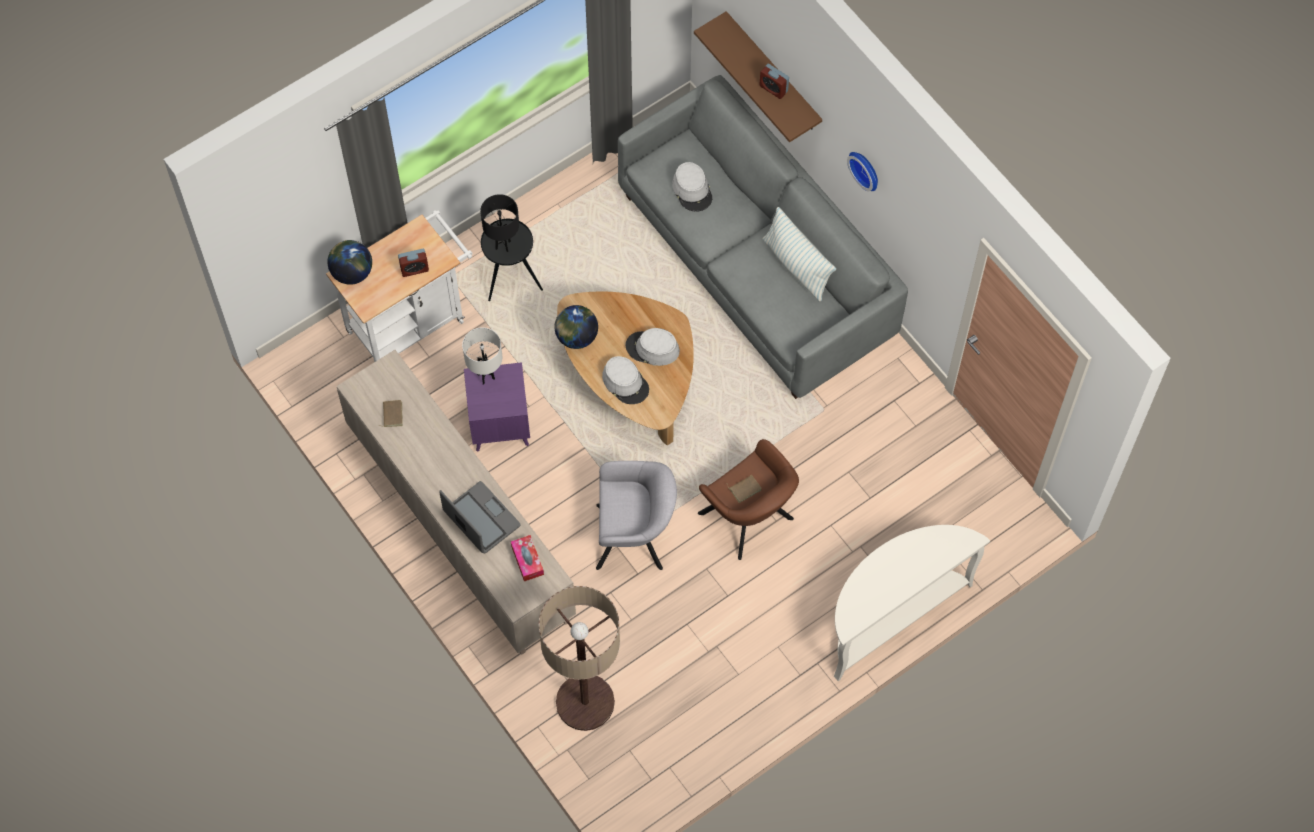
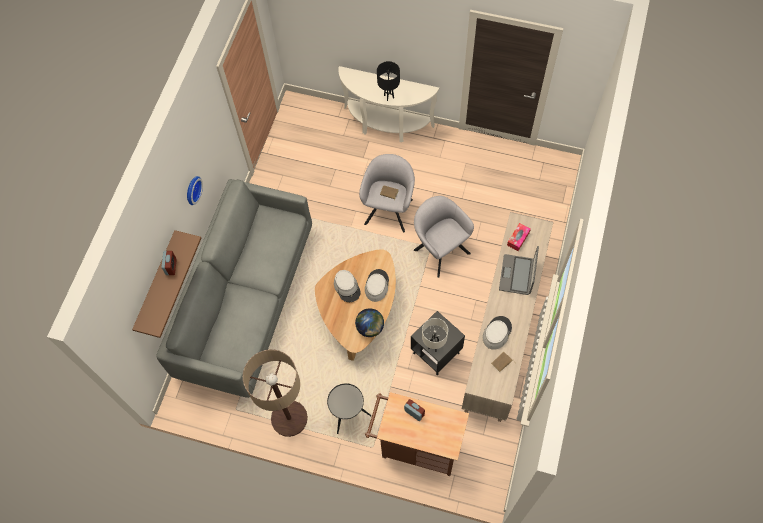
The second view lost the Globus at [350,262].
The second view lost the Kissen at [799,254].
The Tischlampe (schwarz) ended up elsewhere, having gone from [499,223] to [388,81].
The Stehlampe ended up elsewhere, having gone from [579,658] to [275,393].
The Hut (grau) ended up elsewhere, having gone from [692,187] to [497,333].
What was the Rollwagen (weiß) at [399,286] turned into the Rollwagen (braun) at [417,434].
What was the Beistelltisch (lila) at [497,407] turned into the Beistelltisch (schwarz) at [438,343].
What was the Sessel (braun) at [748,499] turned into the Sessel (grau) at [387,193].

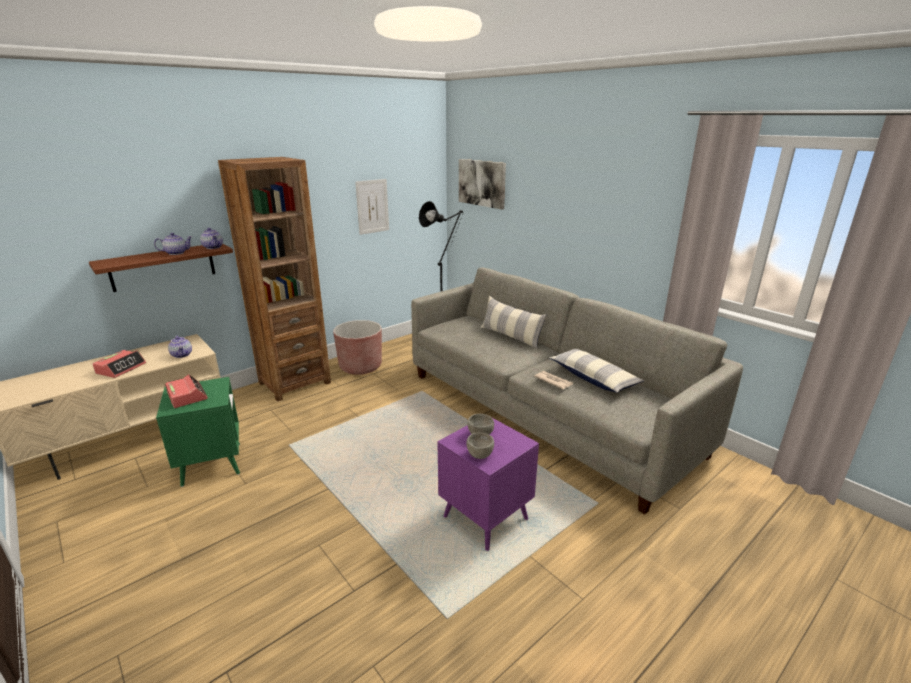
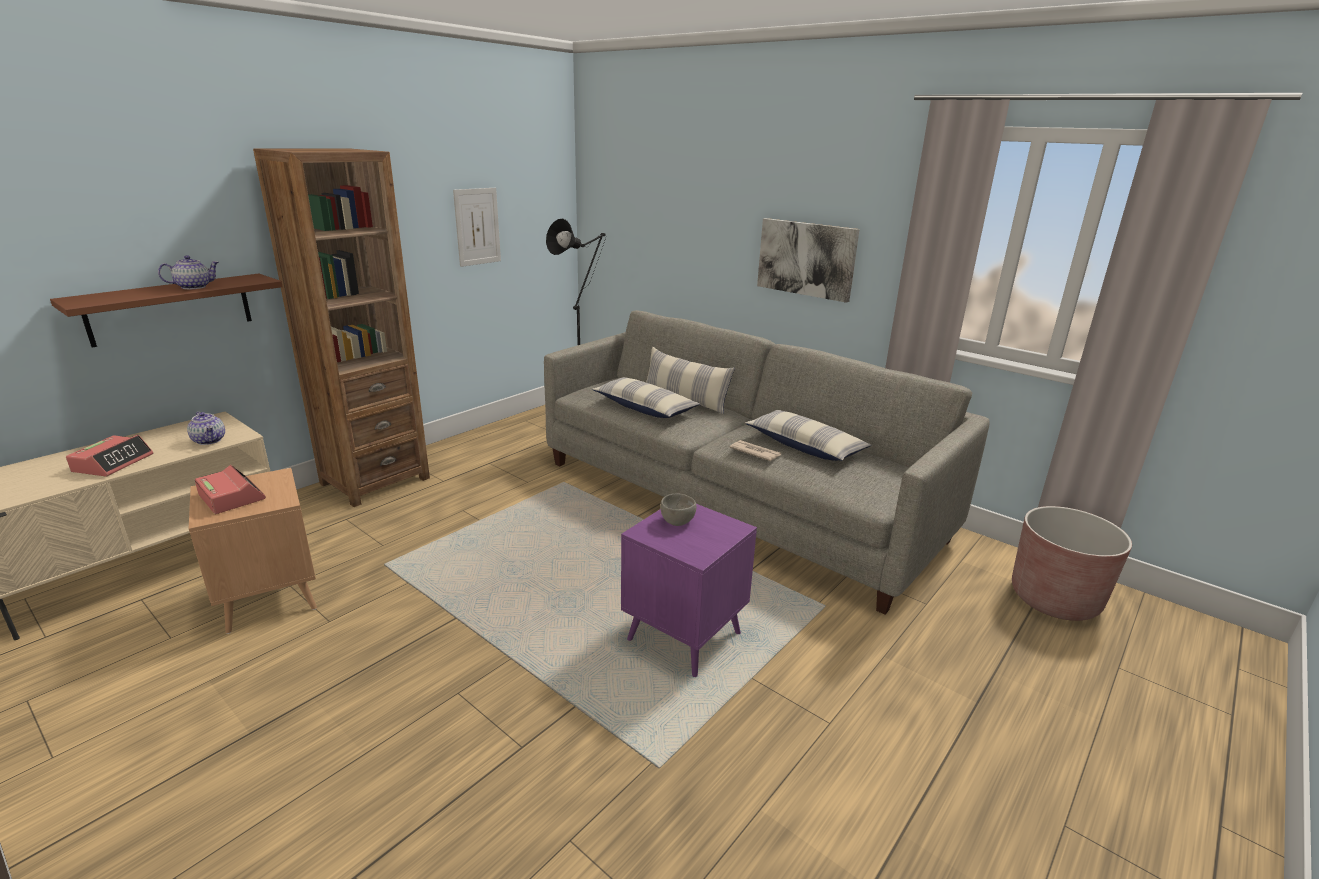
The second view lost the Teekanne at [211,238].
The second view lost the Schüssel (grau) at [480,446].
The second view gained the Kissen at [646,397].
The Pflanzkübel (braun) ended up elsewhere, having gone from [357,347] to [1072,563].
The Bild ended up elsewhere, having gone from [482,184] to [808,260].
What was the Beistelltisch (grün) at [198,432] turned into the Beistelltisch (braun) at [253,551].

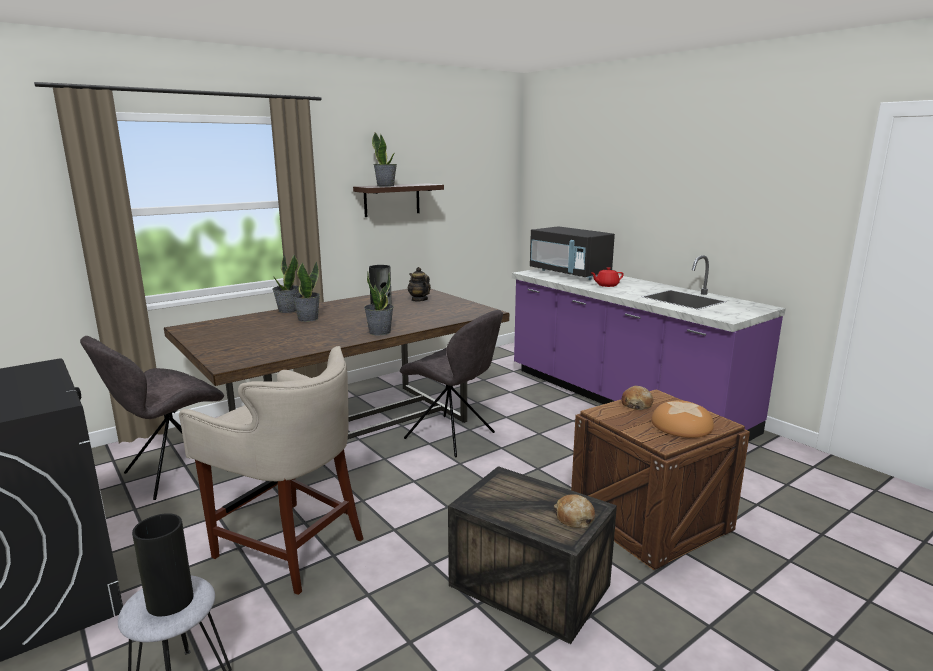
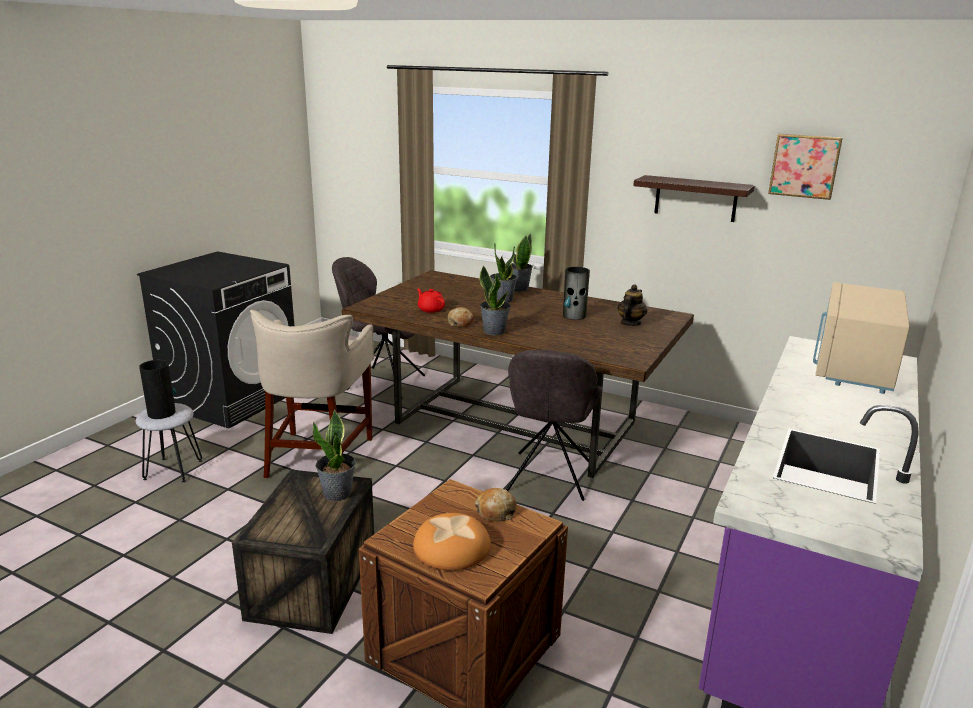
The second view gained the Bild at [805,167].
The Topfpflanze ended up elsewhere, having gone from [384,160] to [334,455].
The Brot ended up elsewhere, having gone from [574,511] to [460,317].
The Teekanne (rot) ended up elsewhere, having gone from [607,277] to [431,300].
What was the Mikrowelle (schwarz) at [572,253] turned into the Mikrowelle (beige) at [861,338].

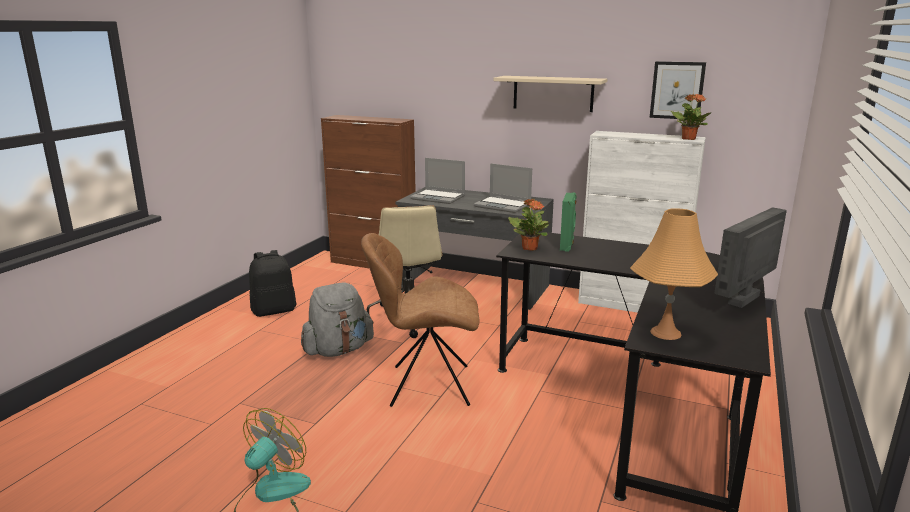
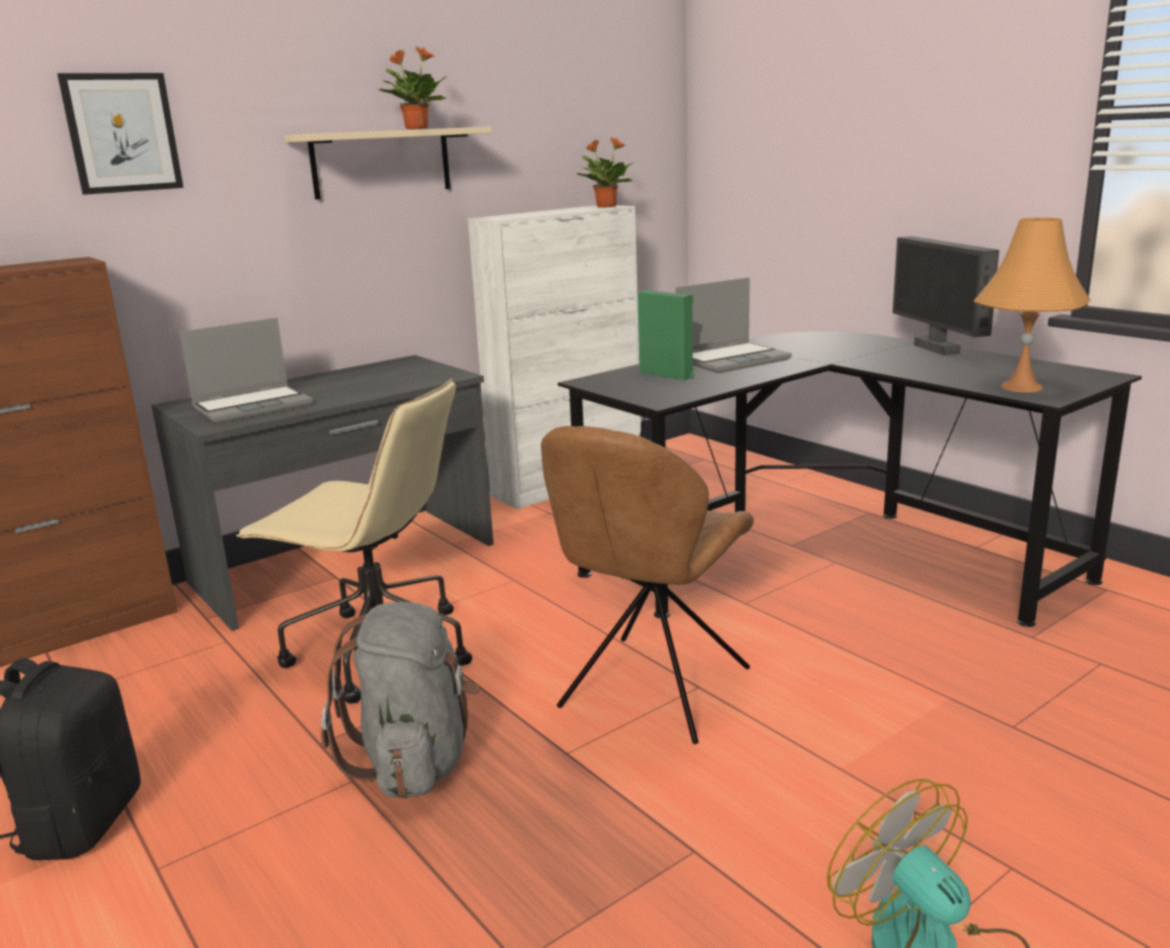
The Laptop ended up elsewhere, having gone from [503,188] to [733,325].
The Topfpflanze ended up elsewhere, having gone from [529,224] to [412,88].
The Bild ended up elsewhere, having gone from [678,90] to [120,134].

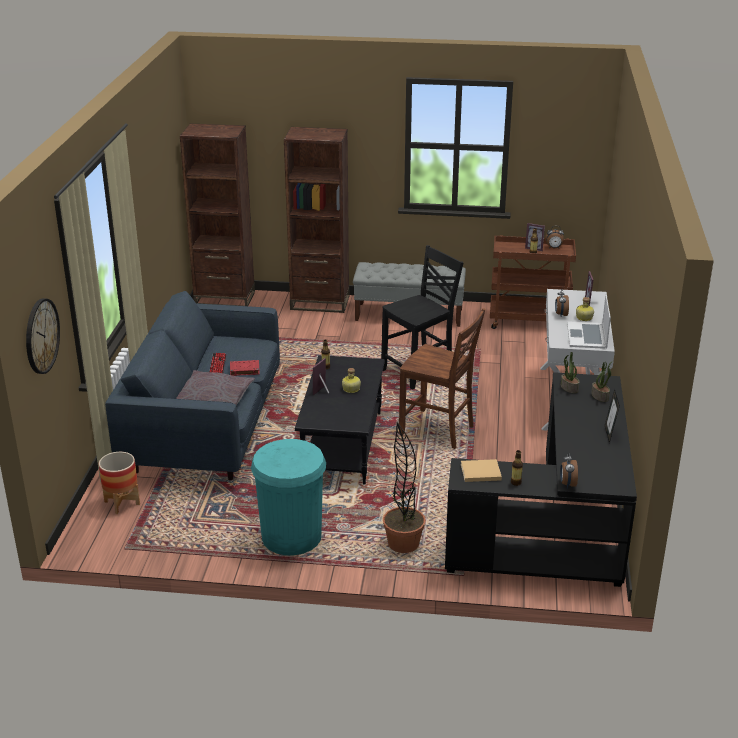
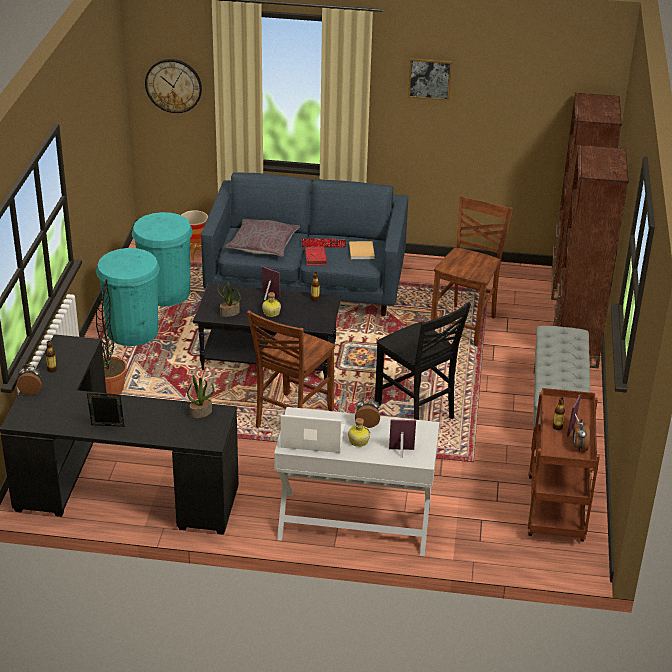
The second view gained the Mülleimer (türkis) at [162,259].
The second view gained the Bild at [430,79].
The second view gained the Stuhl (braun) at [471,270].
The Buch (beige) ended up elsewhere, having gone from [481,470] to [362,250].
The Topfpflanze ended up elsewhere, having gone from [602,381] to [229,299].

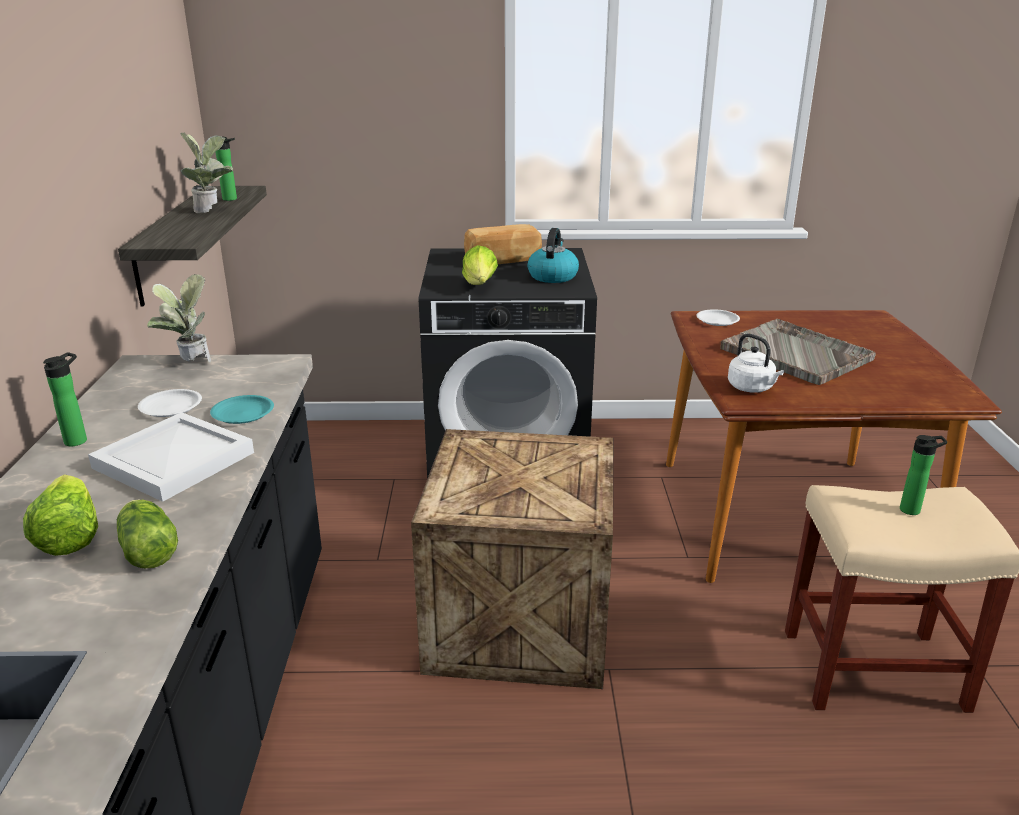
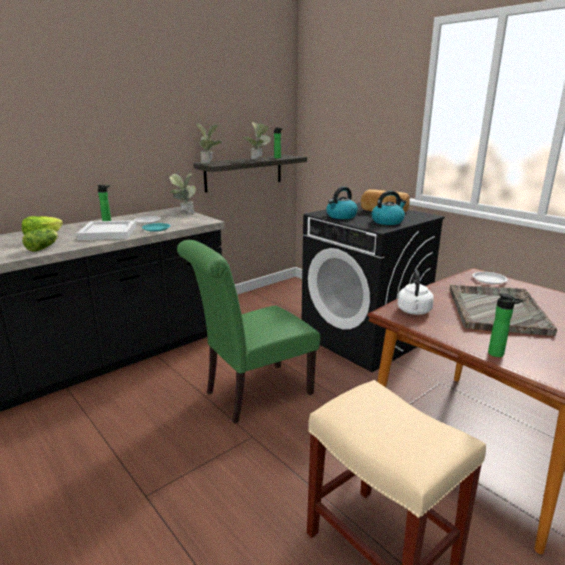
The second view gained the Topfpflanze at [209,143].
The Flasche ended up elsewhere, having gone from [923,475] to [505,325].
Where the Kiste stood at [512,559], the Stuhl (grün) came to stand at [248,332].
Where the Salatkopf stood at [480,265], the Wasserkessel came to stand at [342,203].

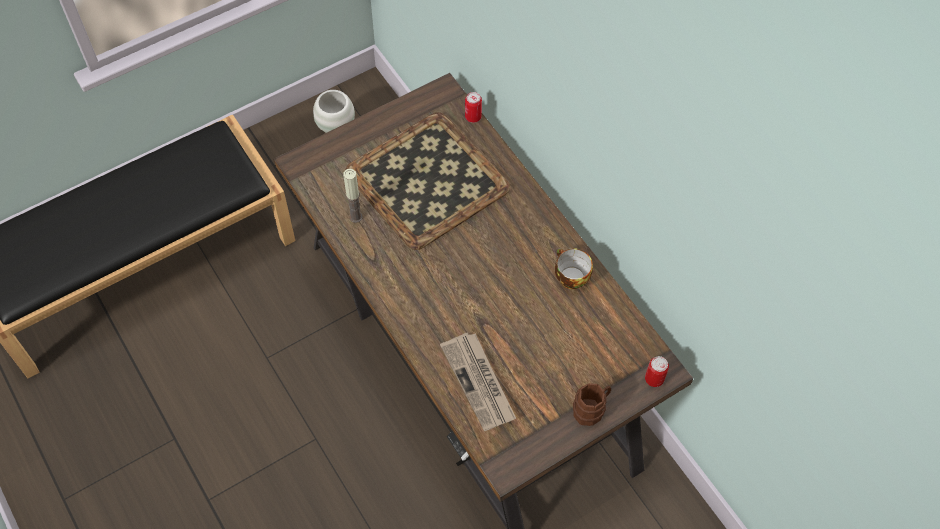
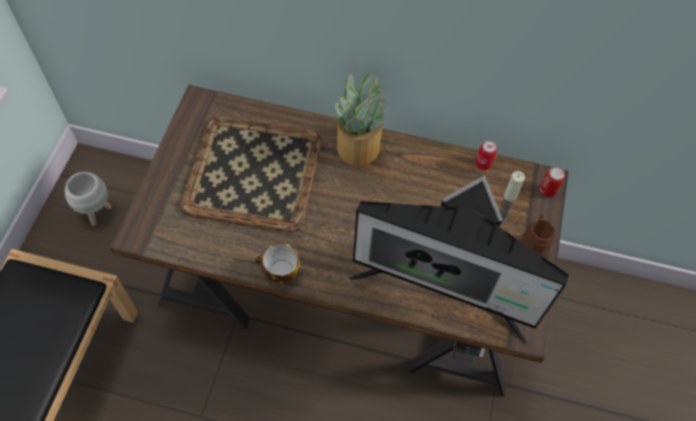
The second view gained the Topfpflanze at [360,119].
The Kerze ended up elsewhere, having gone from [353,196] to [512,197].
The Dose ended up elsewhere, having gone from [473,107] to [486,155].
The Tasse ended up elsewhere, having gone from [574,268] to [277,263].
Where the Zeitung stood at [478,382], the Monitor came to stand at [459,260].

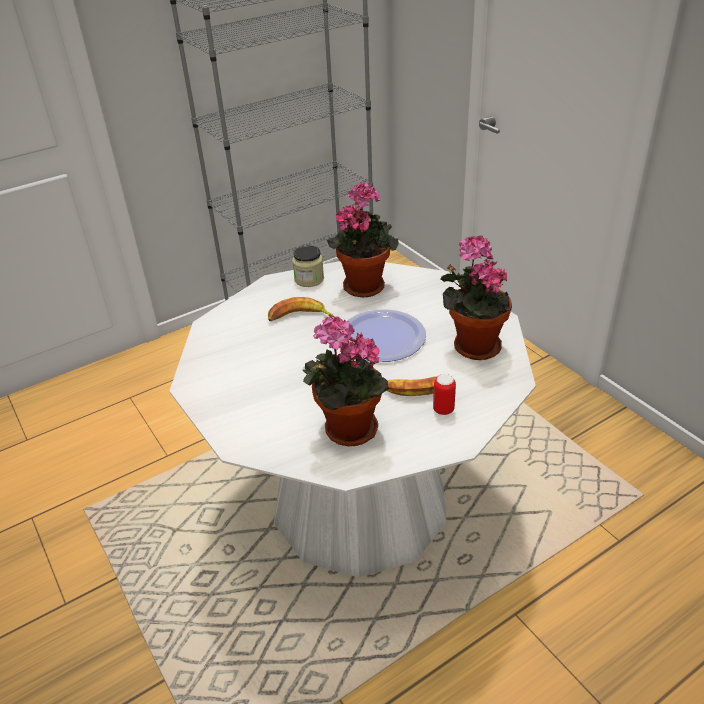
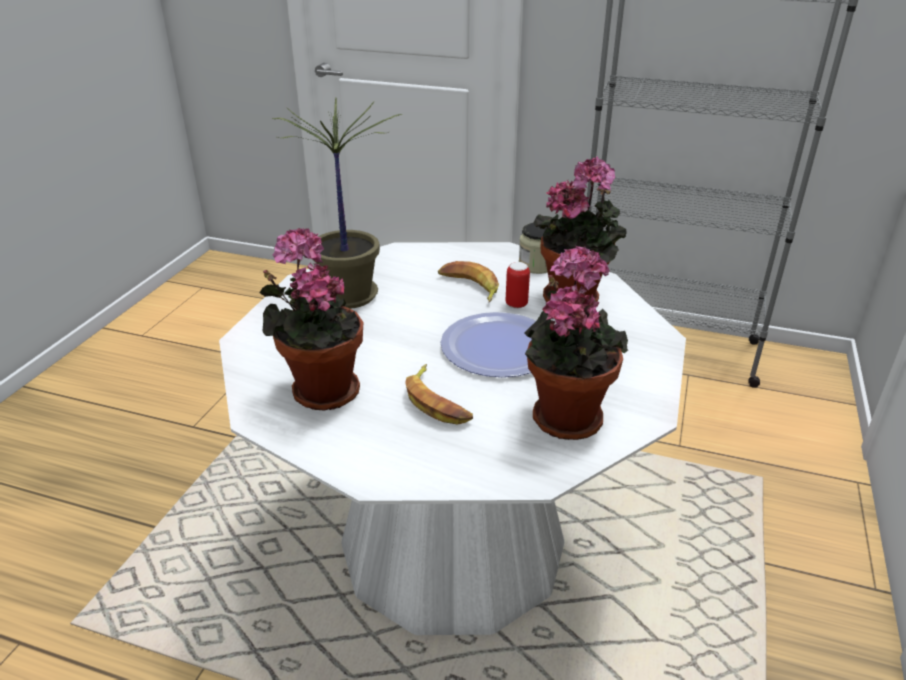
The second view gained the Topfpflanze at [337,203].
The Dose ended up elsewhere, having gone from [444,394] to [518,285].

